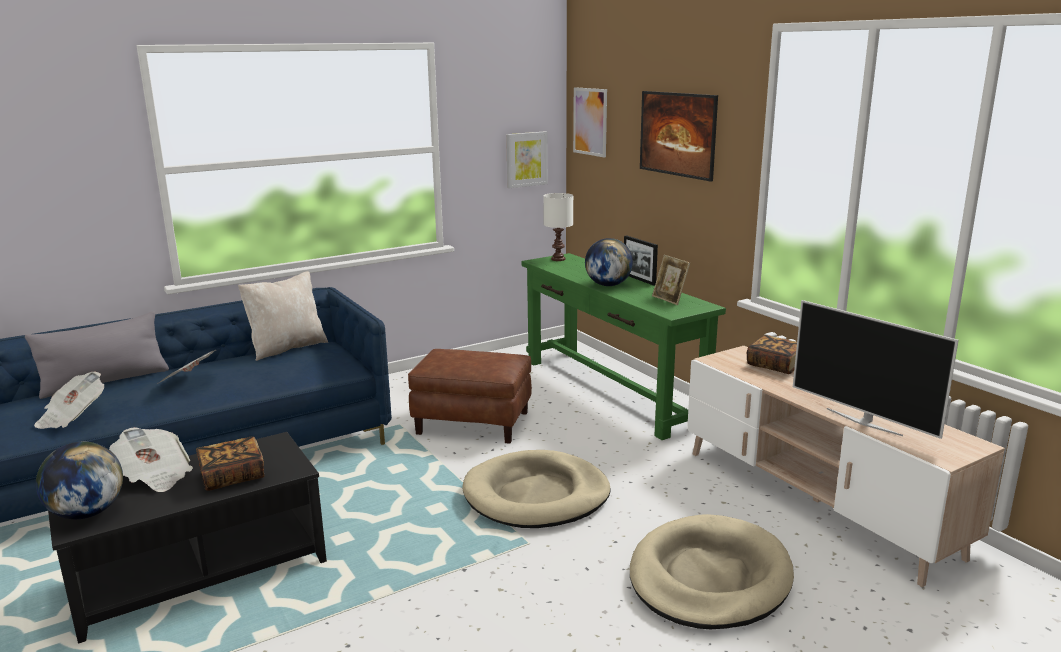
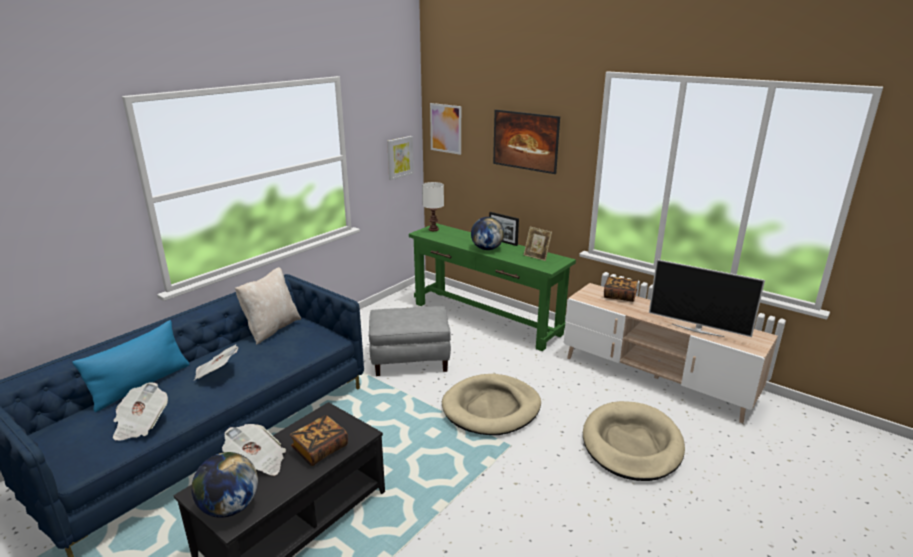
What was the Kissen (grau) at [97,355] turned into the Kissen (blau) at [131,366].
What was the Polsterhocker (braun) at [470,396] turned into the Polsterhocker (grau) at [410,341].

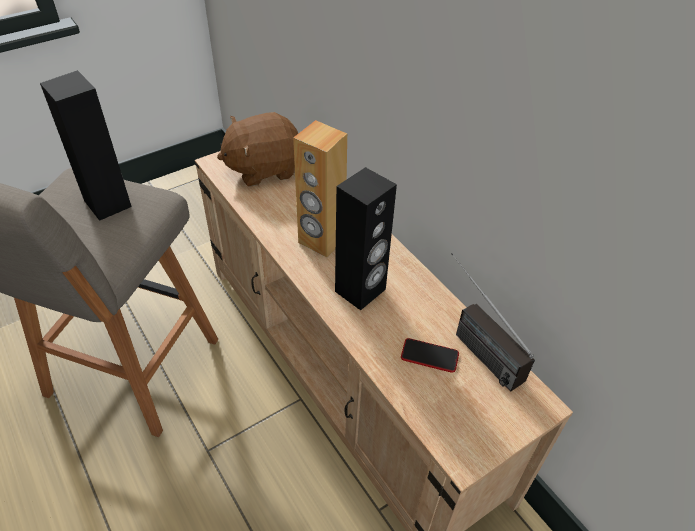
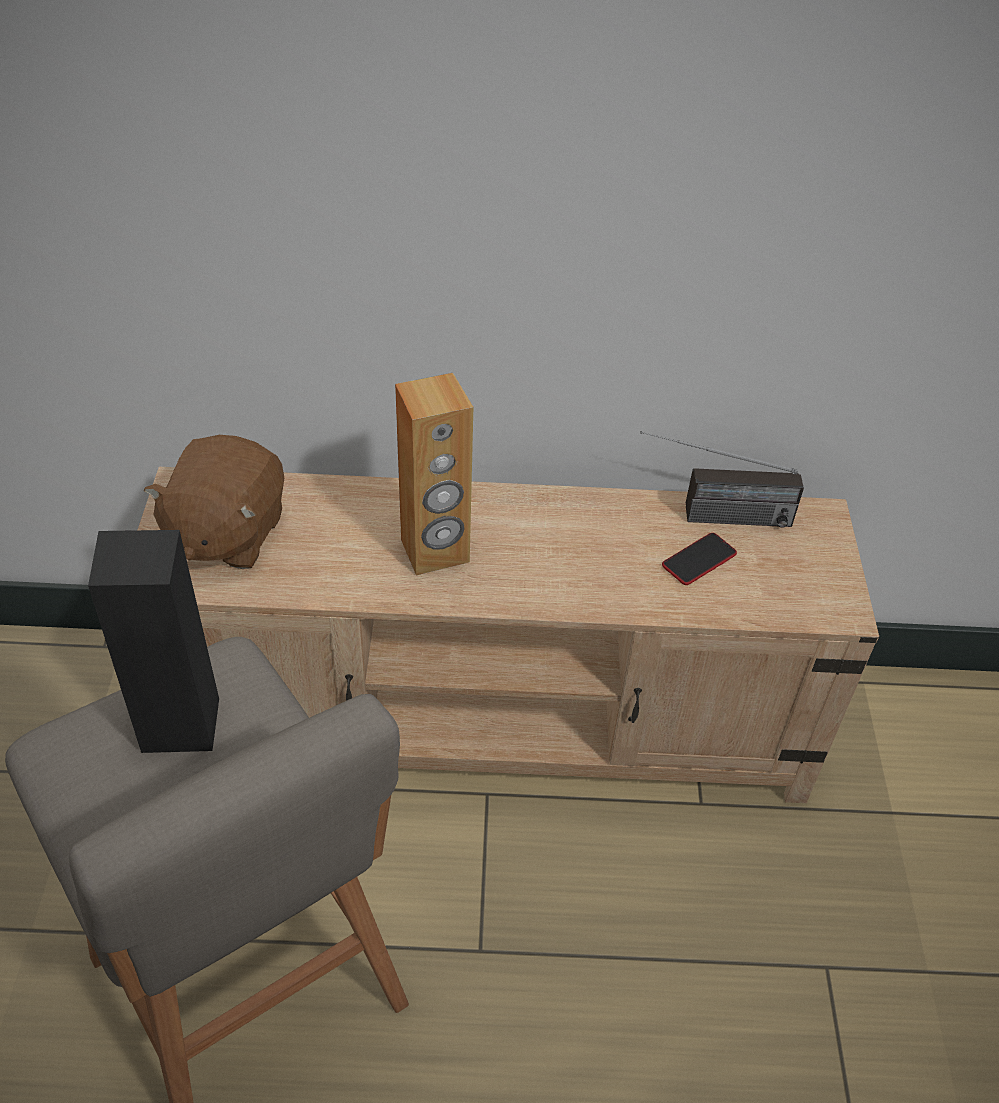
The second view lost the Lautsprecher (schwarz) at [366,238].

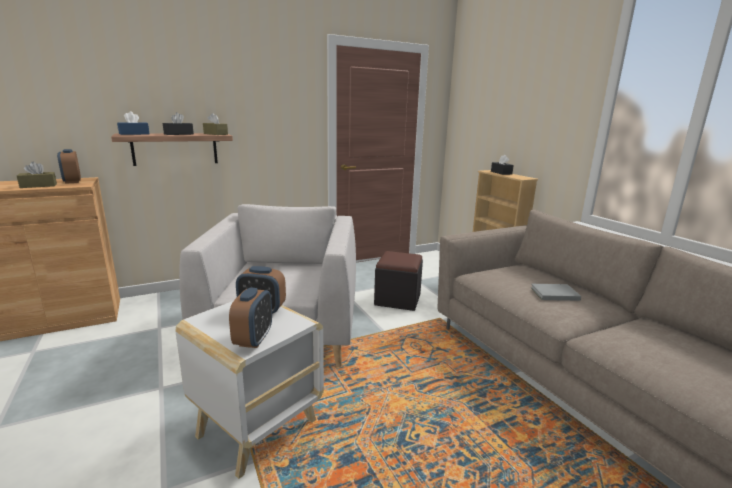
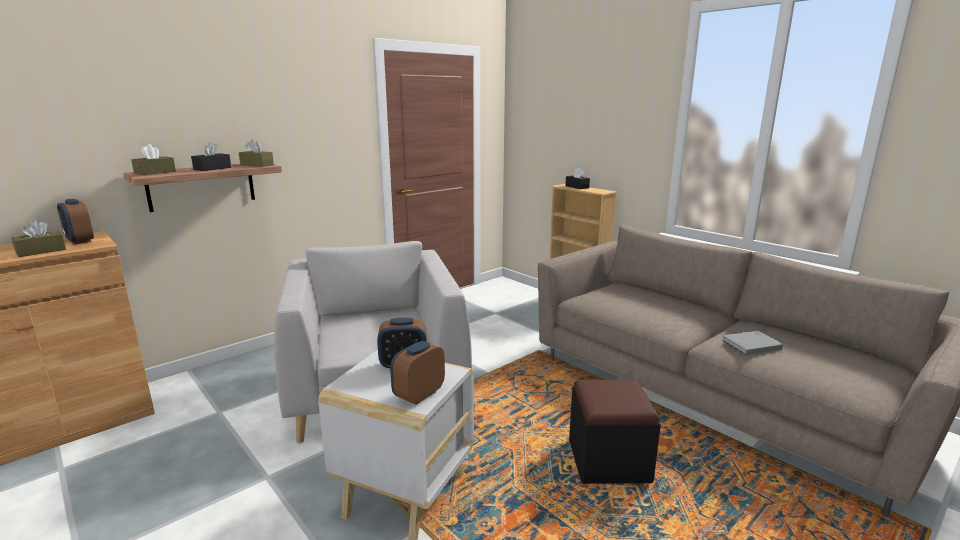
The Polsterhocker (schwarz) ended up elsewhere, having gone from [398,281] to [615,432].
The Buch (grau) ended up elsewhere, having gone from [556,292] to [752,343].
What was the Taschentuchbox (blau) at [133,123] turned into the Taschentuchbox (braun) at [153,159].
The Wecker at [250,317] ended up facing another way, 135 degrees counterclockwise from before.

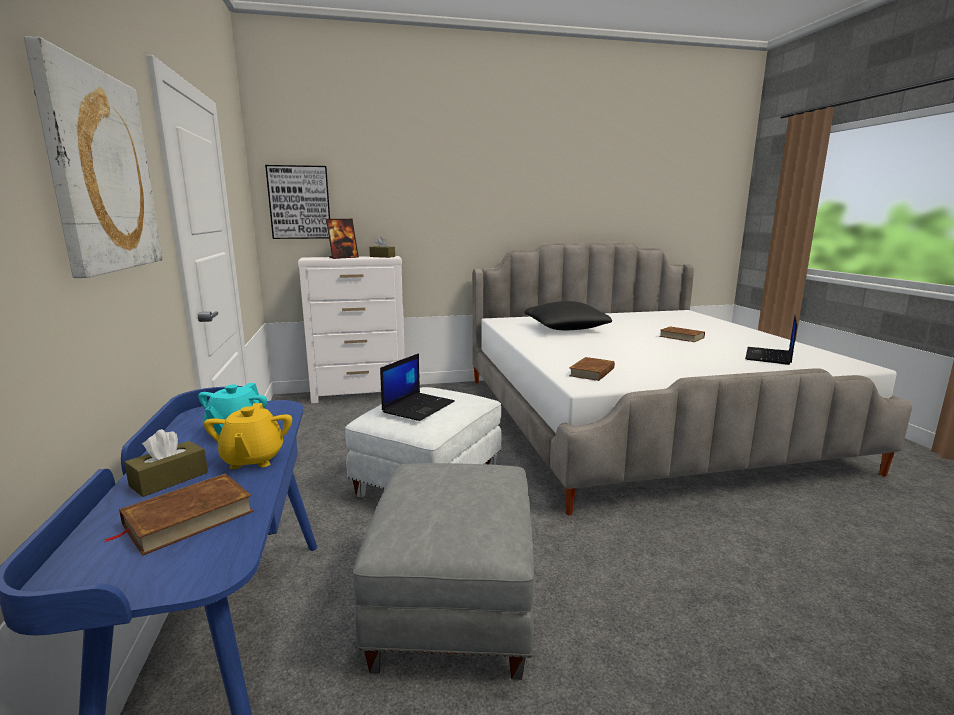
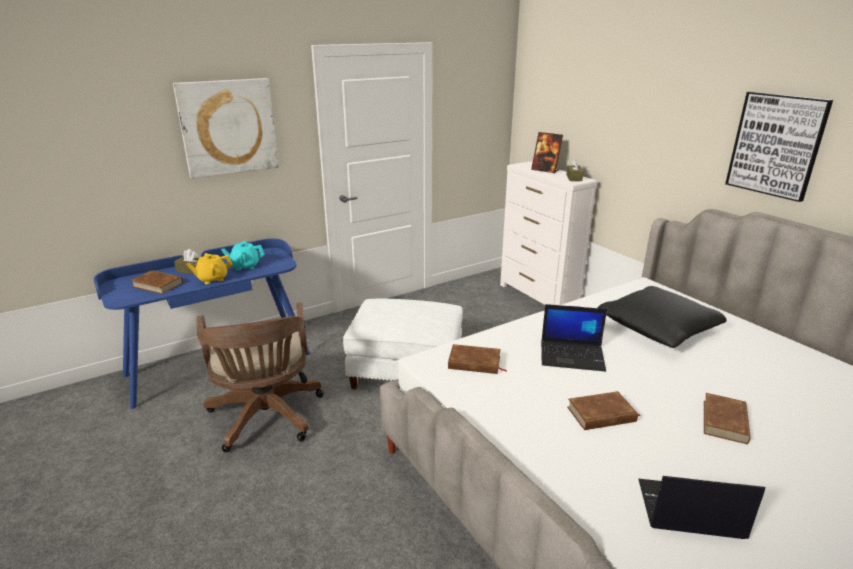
The second view gained the Buch (braun) at [604,410].
The Bild ended up elsewhere, having gone from [297,202] to [779,147].
The Laptop ended up elsewhere, having gone from [417,387] to [574,337].
Where the Polsterhocker (grau) stood at [443,571], the Bürostuhl (braun) came to stand at [260,377].

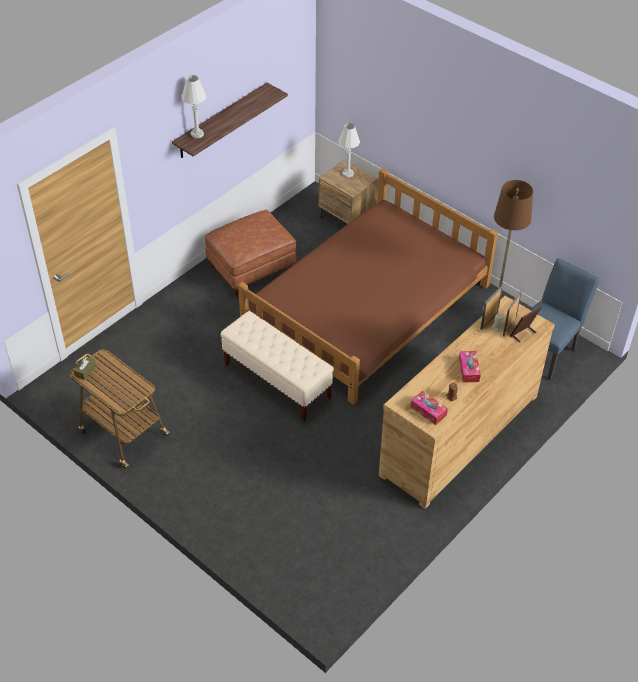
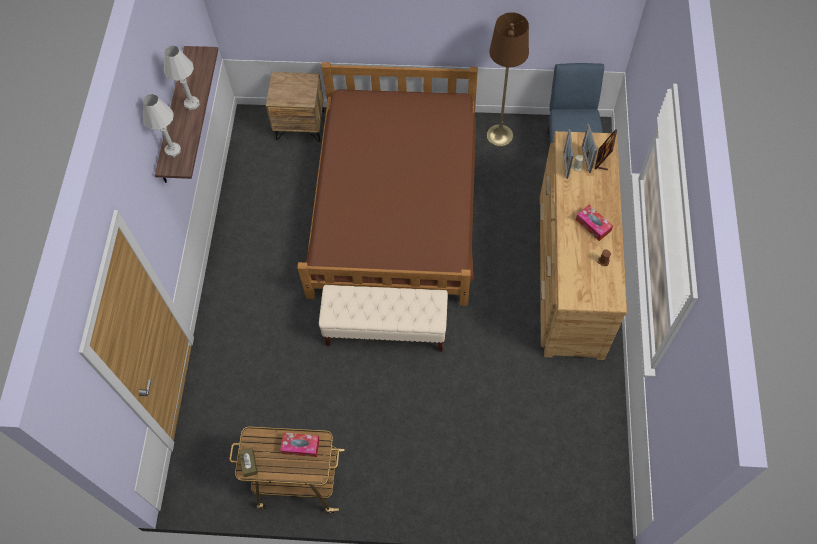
The second view lost the Polsterhocker (braun) at [251,253].
The Tischlampe (weiß) ended up elsewhere, having gone from [349,150] to [182,78].
The Taschentuchbox ended up elsewhere, having gone from [429,408] to [300,444].

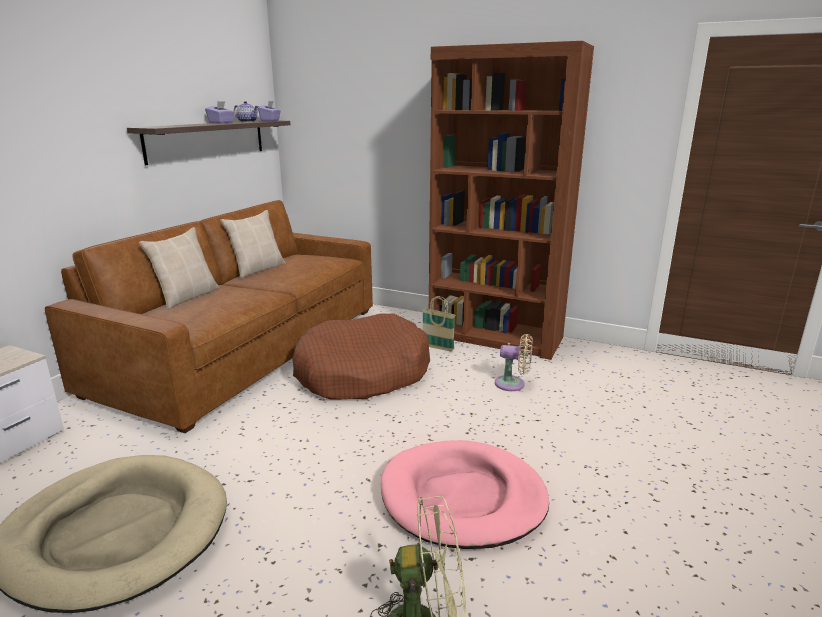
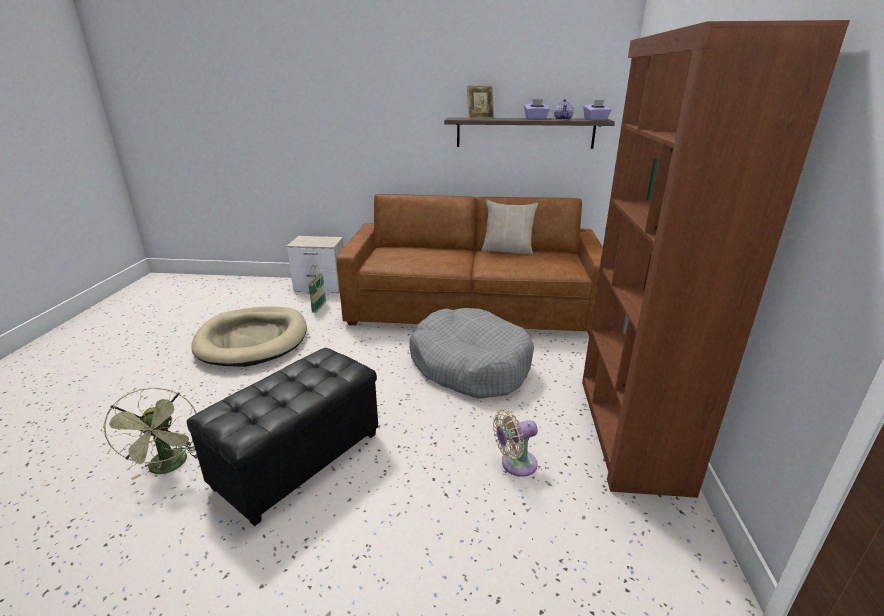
The second view lost the Kissen (beige) at [179,268].
The second view gained the Bilderrahmen at [480,102].
The Korb ended up elsewhere, having gone from [439,323] to [317,289].
Where the Hundebett (rosa) stood at [465,494], the Polsterhocker (schwarz) came to stand at [282,437].
What was the Hundebett (braun) at [361,356] turned into the Hundebett (grau) at [471,353].
The Ventilator (beige) at [514,362] ended up facing another way, 75 degrees clockwise from before.

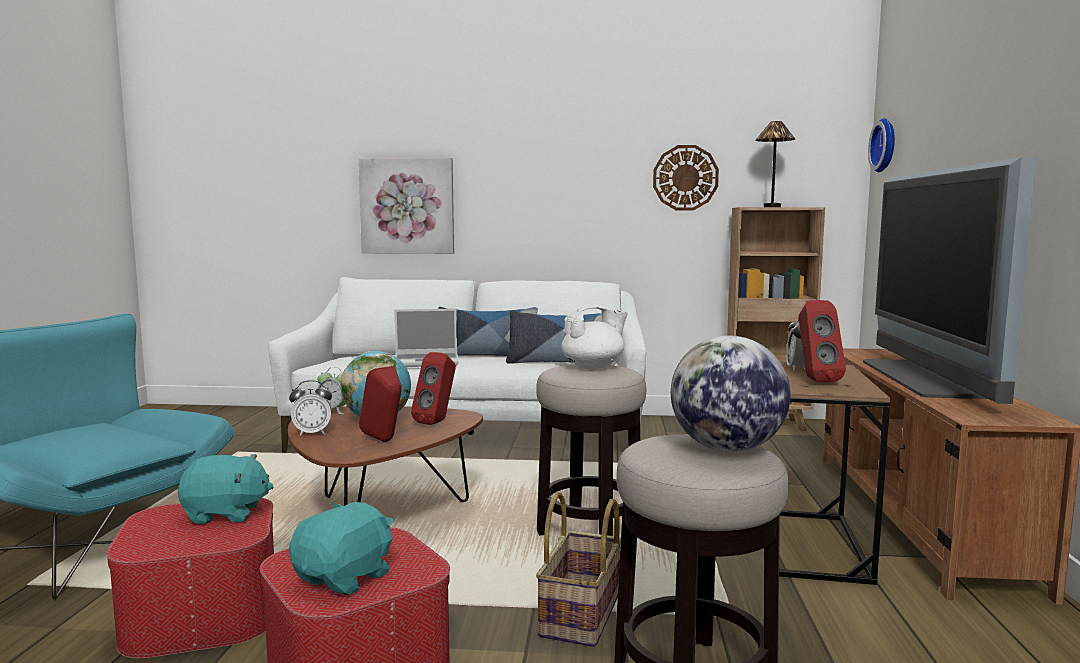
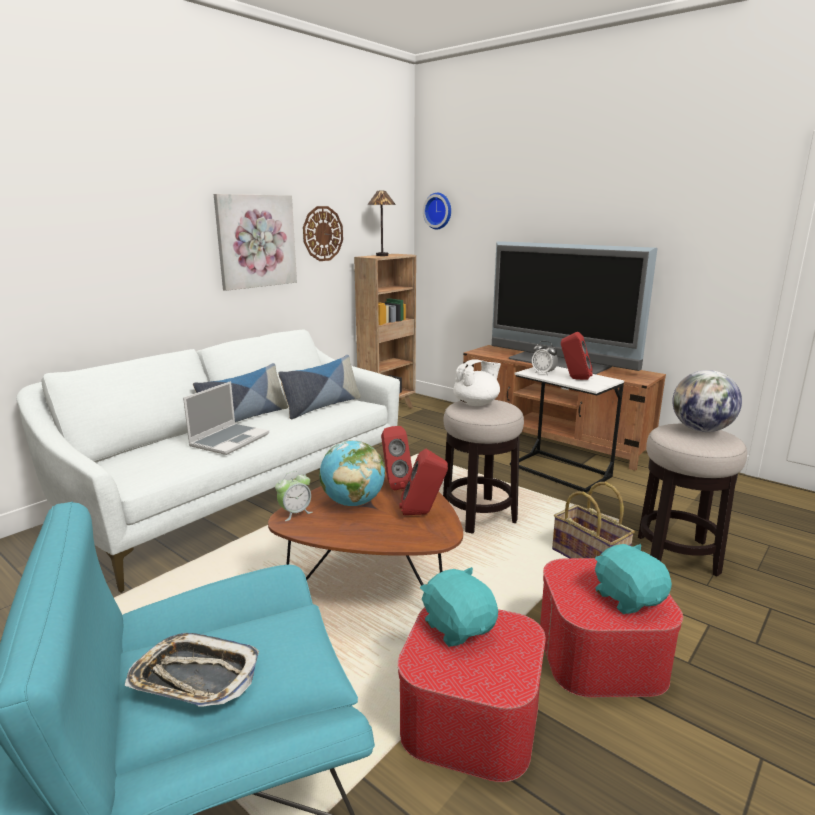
The second view lost the Wecker at [310,408].
The second view gained the Tablett at [192,670].
The Bild ended up elsewhere, having gone from [406,206] to [255,242].
What was the Beistelltisch (braun) at [835,473] turned into the Beistelltisch (weiß) at [567,429].
The Plüschtier (türkis) at [226,489] ended up facing another way, 60 degrees counterclockwise from before.
The Teekanne (weiß) at [594,337] ended up facing another way, 45 degrees clockwise from before.

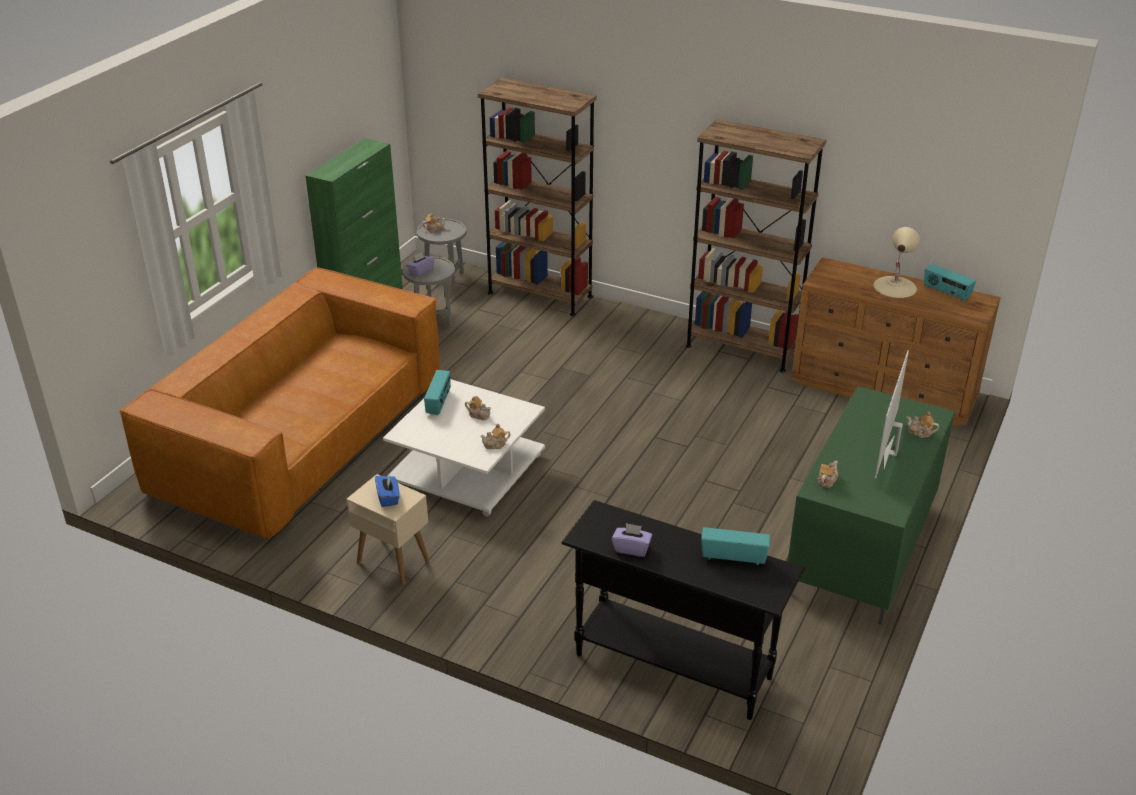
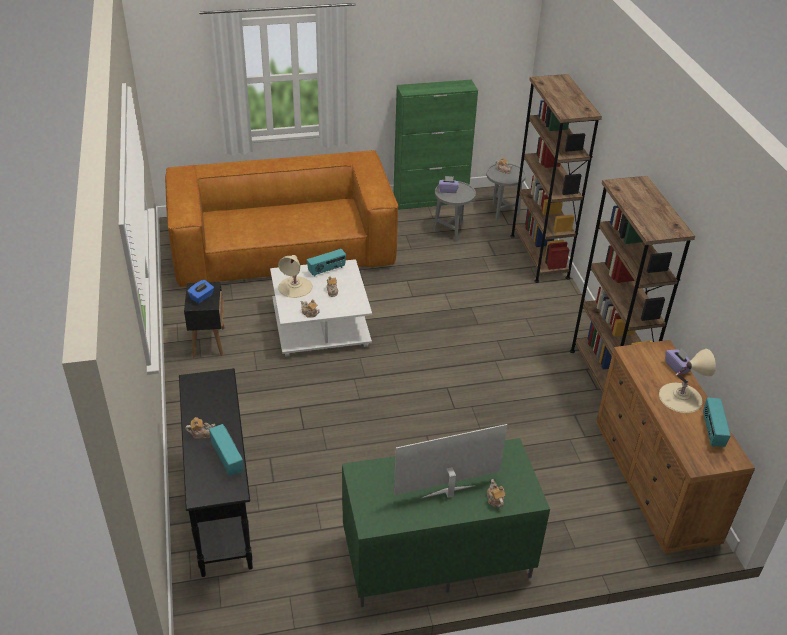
The second view gained the Tischlampe (beige) at [295,276].
The Taschentuchbox (lila) ended up elsewhere, having gone from [632,540] to [678,361].
The Teekanne ended up elsewhere, having gone from [827,474] to [200,428].
What was the Beistelltisch (beige) at [388,529] turned into the Beistelltisch (schwarz) at [204,319].

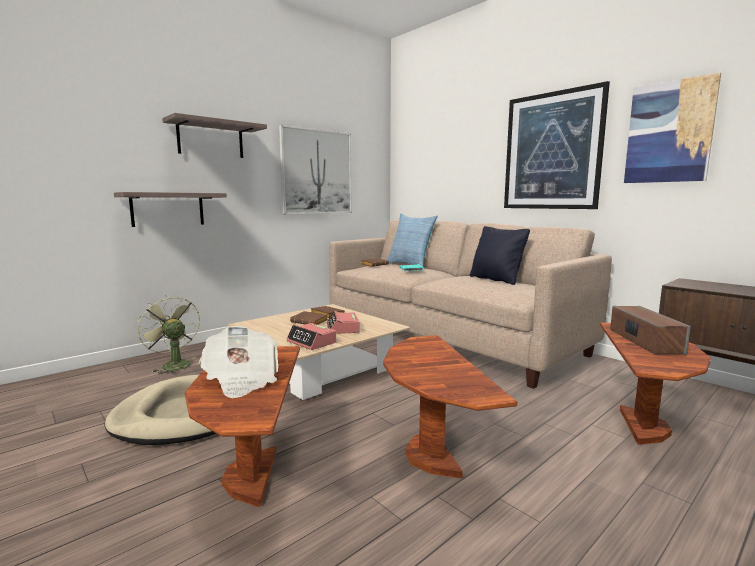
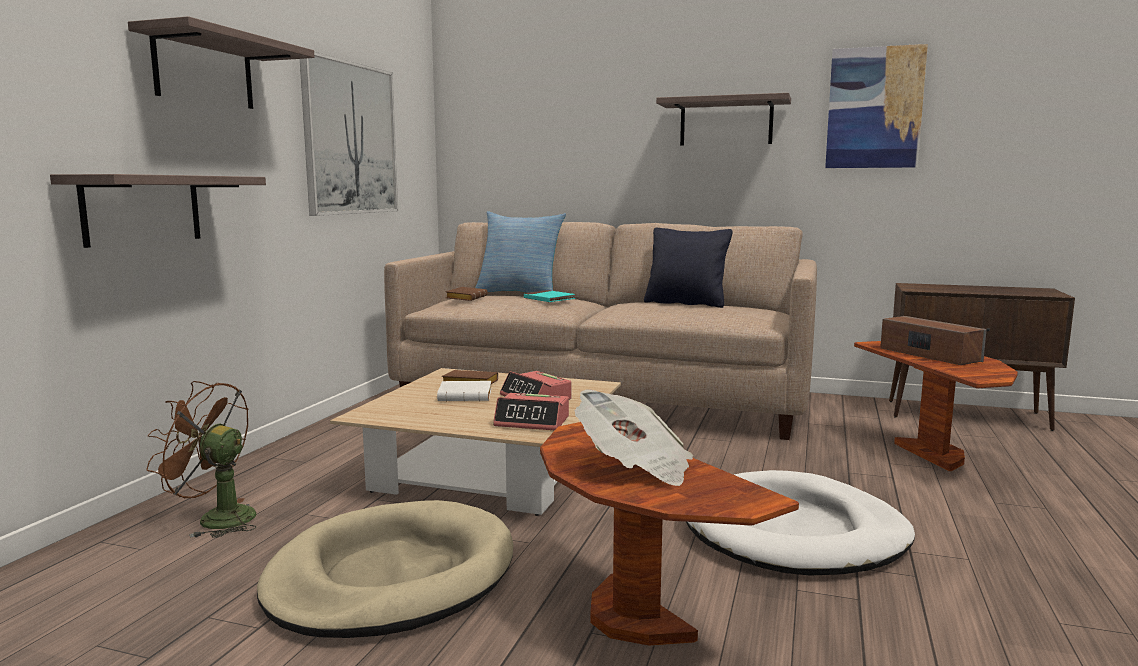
Where the Beistelltisch (braun) stood at [450,406], the Hundebett (weiß) came to stand at [800,523].
Where the Bild hung at [557,145], the Wandregal came to hang at [723,119].
What was the Ventilator (grün) at [168,334] turned into the Ventilator (braun) at [201,459].
What was the Buch (braun) at [309,318] turned into the Buch (weiß) at [464,391].

